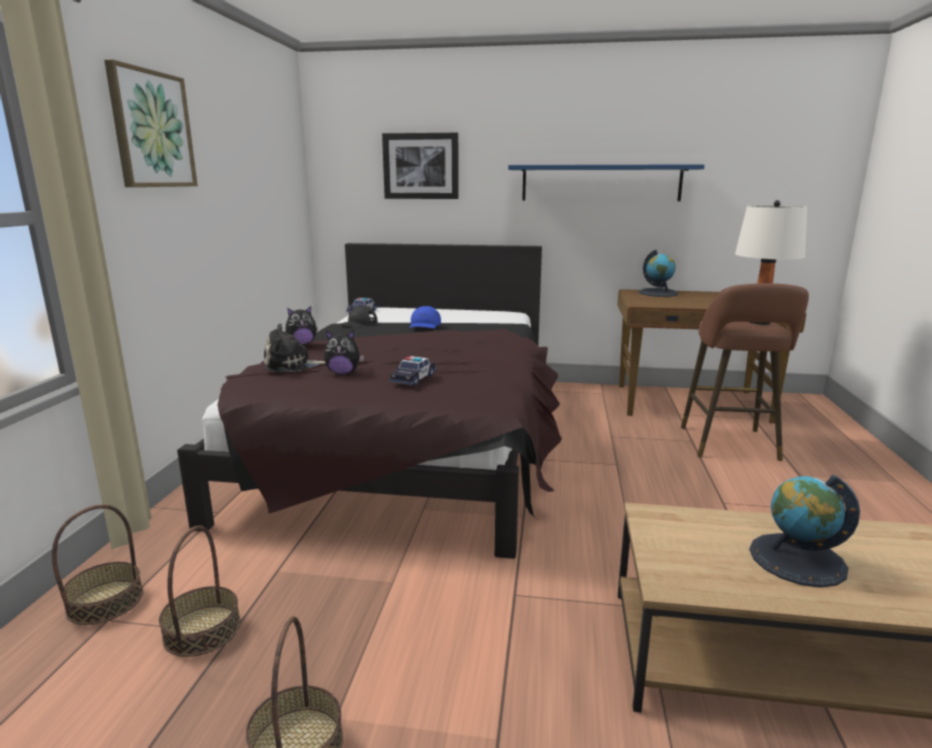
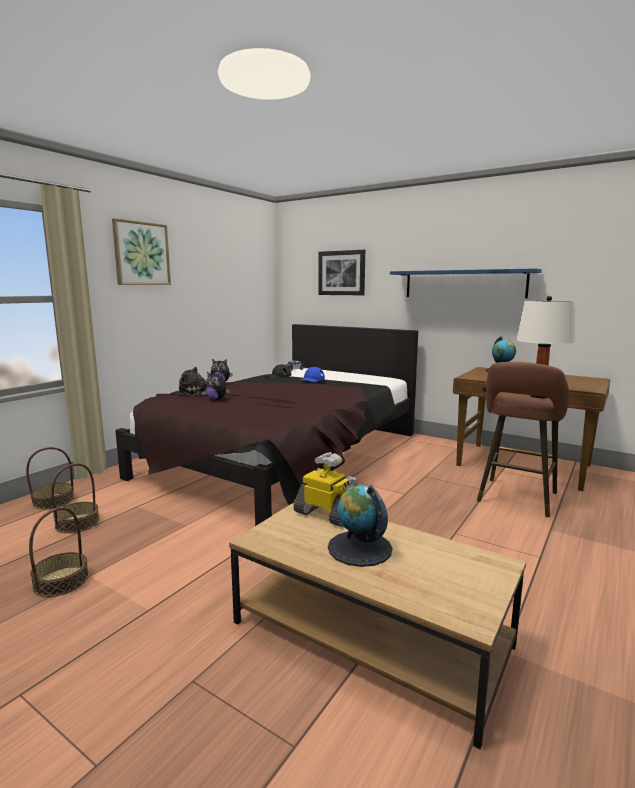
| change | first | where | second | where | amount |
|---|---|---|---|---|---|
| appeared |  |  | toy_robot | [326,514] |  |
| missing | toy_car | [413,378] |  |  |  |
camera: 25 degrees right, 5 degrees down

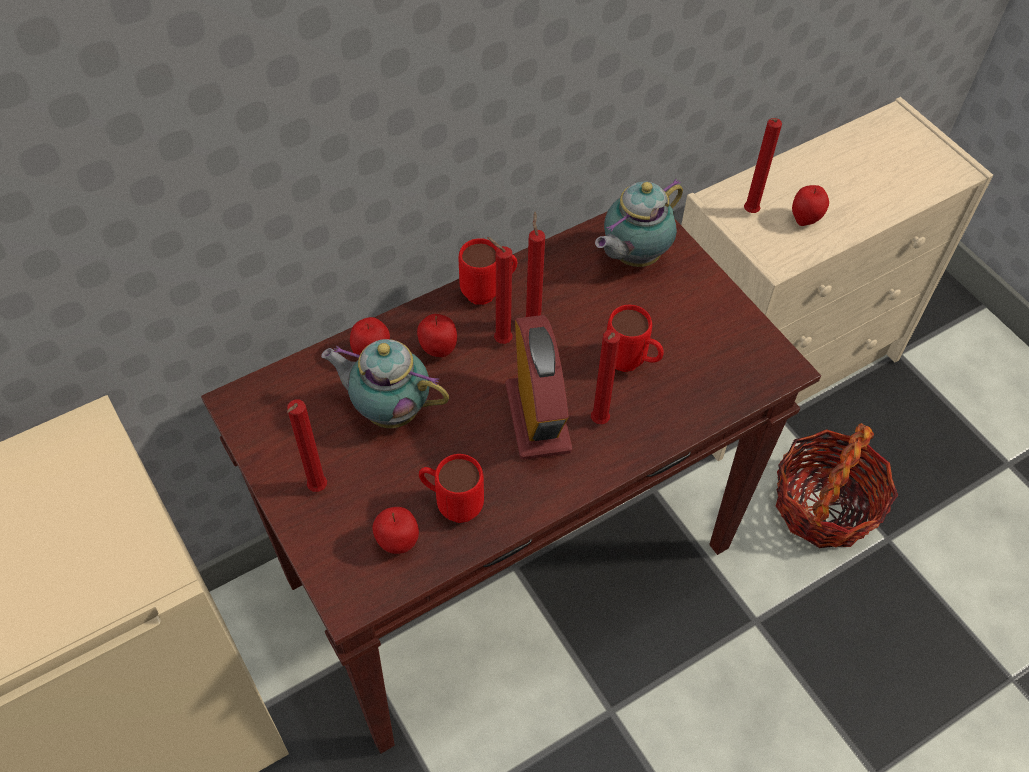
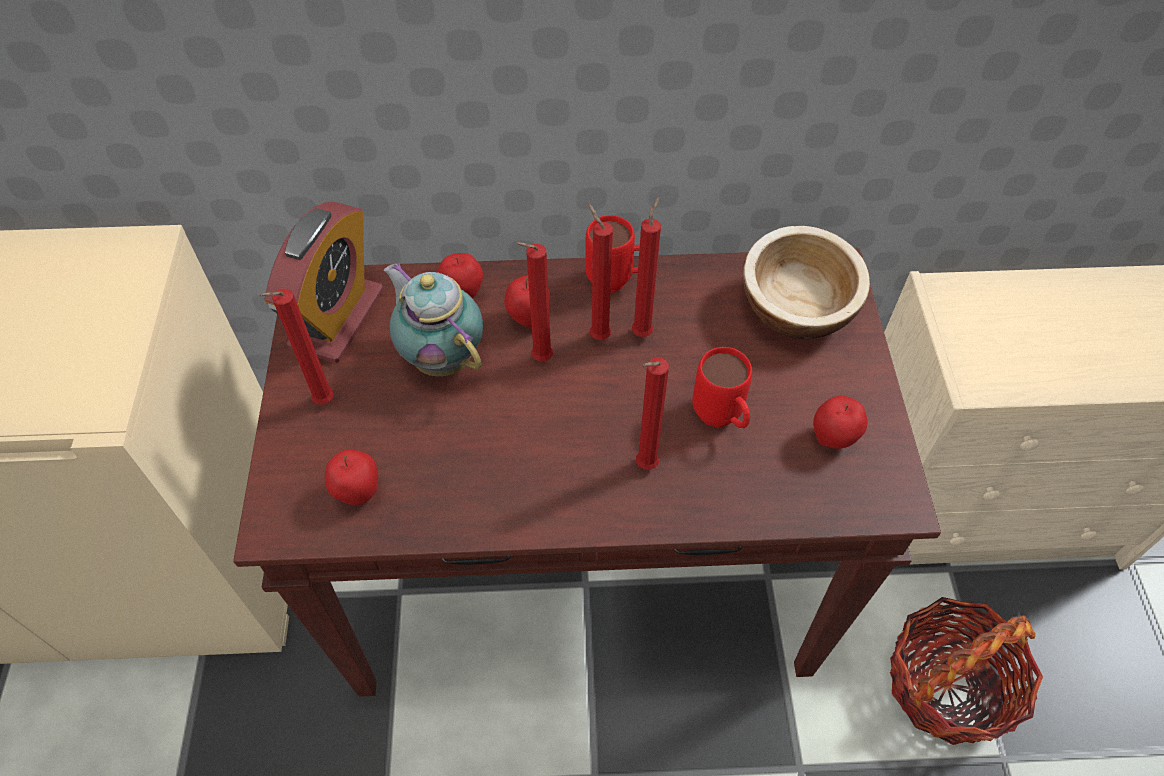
| change | first | where | second | where | amount |
|---|---|---|---|---|---|
| relocated | alarm_clock | [538,418] |  | [337,319] |  |
| relocated | red_candle | [749,213] |  | [538,359] |  |
| exchanged | teapot | [632,257] | bowl | [796,308] |  |
| relocated | apple | [805,220] |  | [833,439] |  |
| missing | red_mug | [451,505] |  |  |  |
camera: 30 degrees right, 0 degrees up

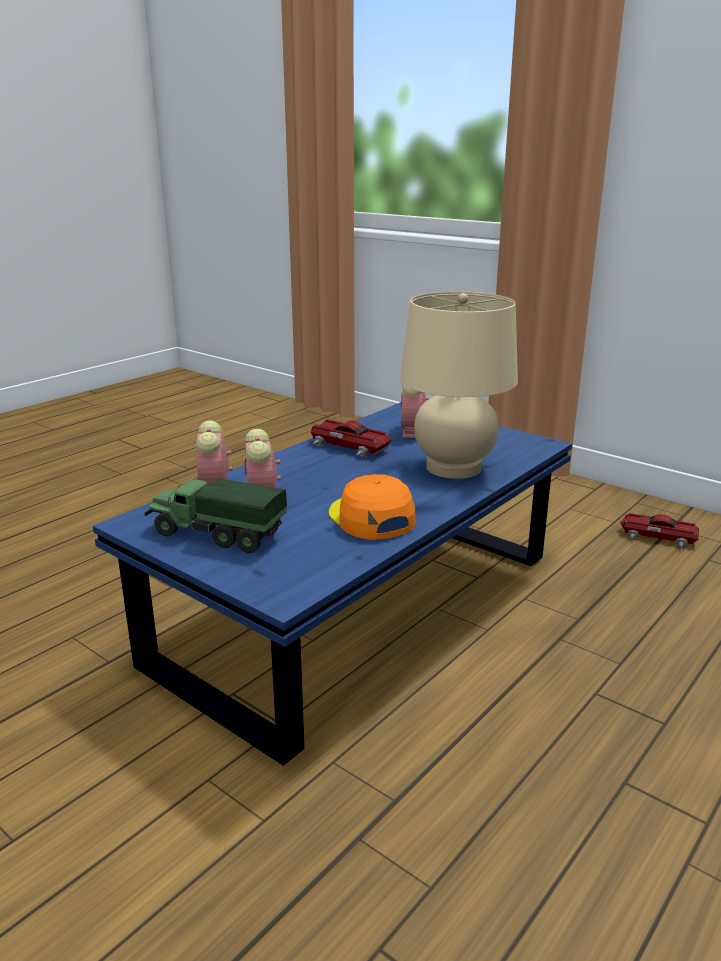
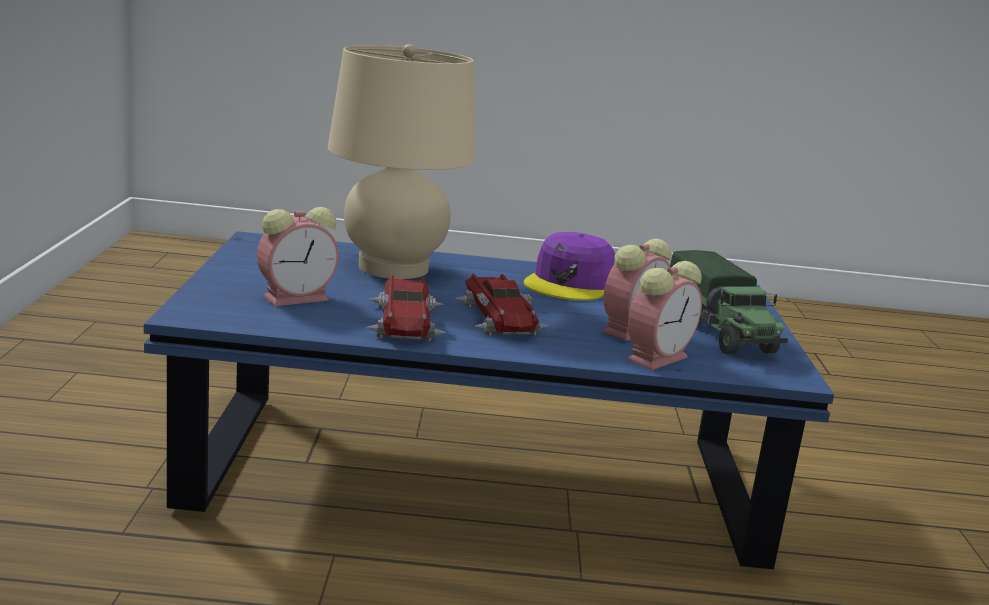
| change | first | where | second | where | amount |
|---|---|---|---|---|---|
| relocated | toy_car | [657,536] |  | [500,318] |  |
| colour | orange_cap | [371,518] | purple_cap | [570,283] |  |
camera: 130 degrees left, 5 degrees down

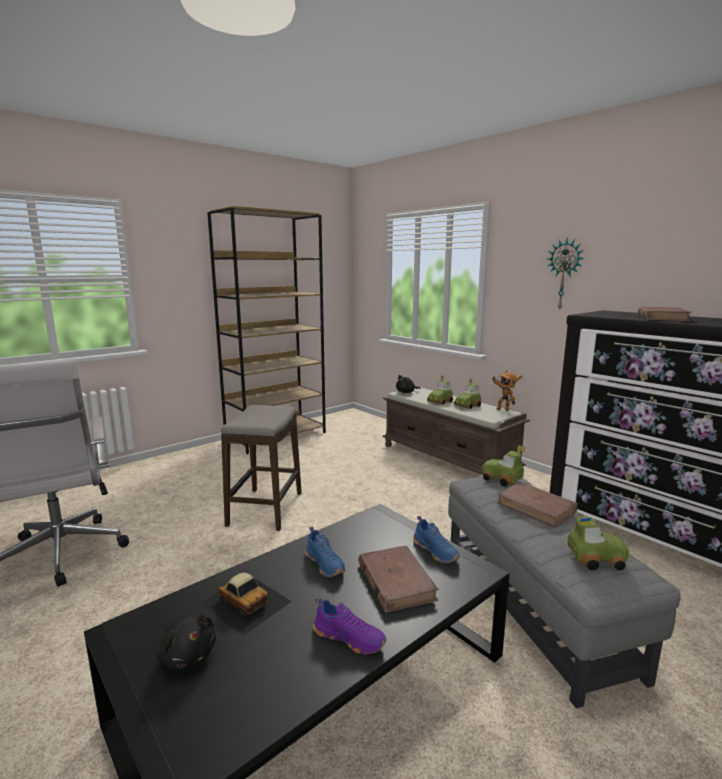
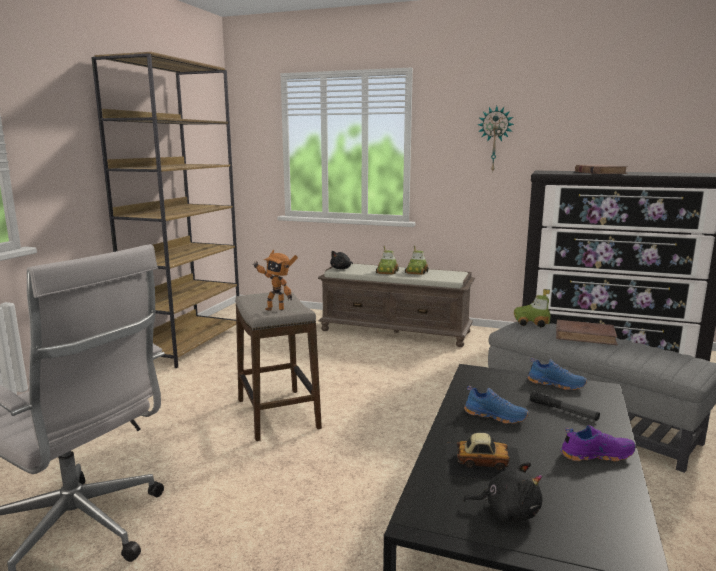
| change | first | where | second | where | amount |
|---|---|---|---|---|---|
| relocated | toy_robot | [503,409] |  | [275,309] |  |
| exchanged | brown_book | [396,581] | flashlight | [563,411] |  |
| missing | toy_car | [595,558] |  |  |  |
camera: 30 degrees left, 0 degrees up

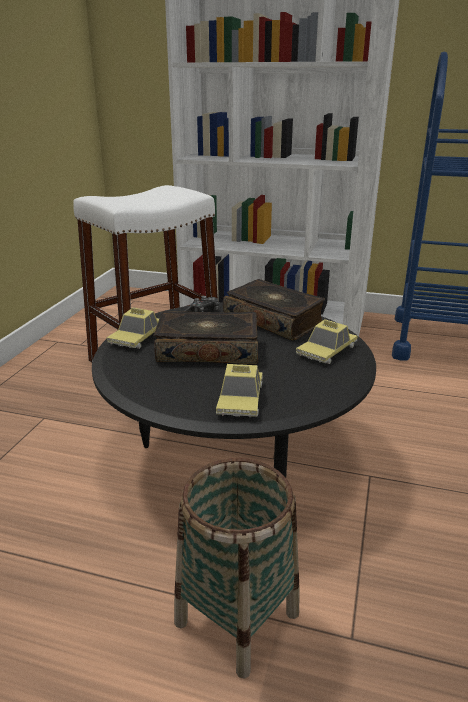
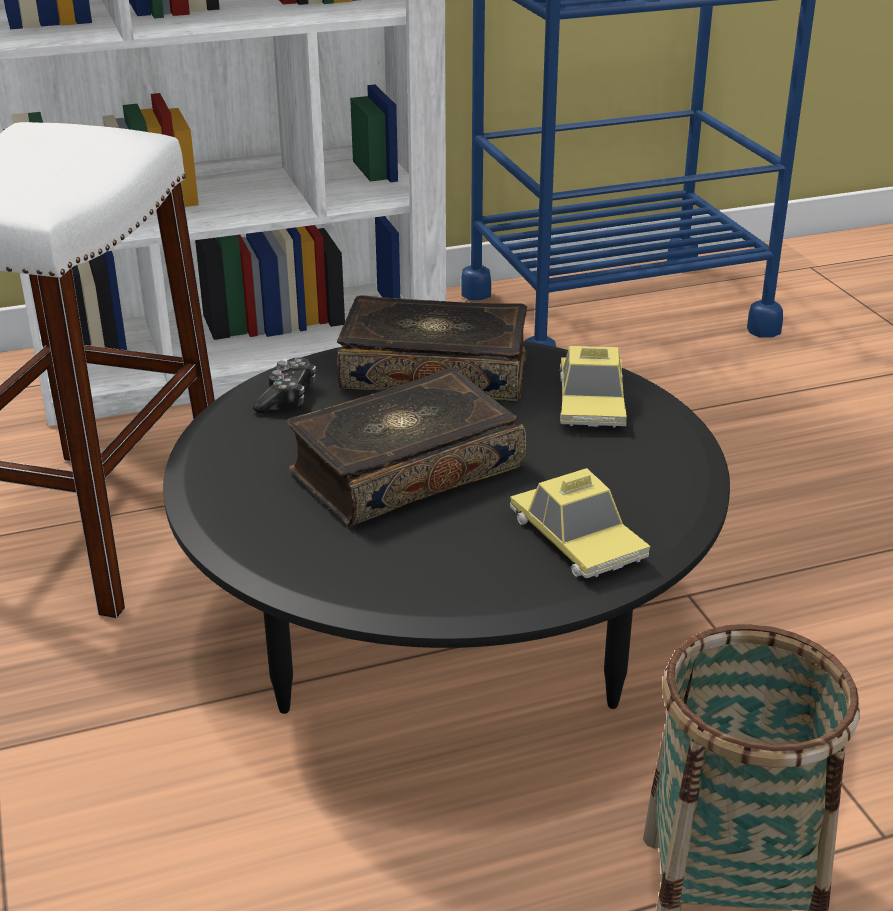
| change | first | where | second | where | amount |
|---|---|---|---|---|---|
| missing | toy_car | [137,336] |  |  |  |
camera: 35 degrees left, 5 degrees up

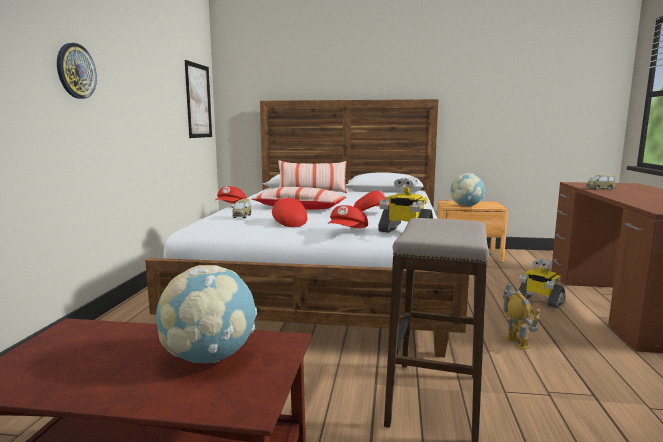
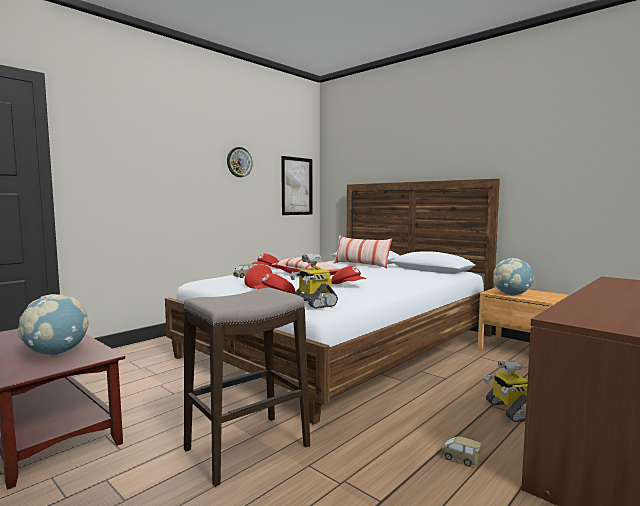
| change | first | where | second | where | amount |
|---|---|---|---|---|---|
| relocated | wall_clock | [76,71] |  | [239,162] |  |
| relocated | toy_car | [599,189] |  | [460,459] |  |
| missing | toy_robot | [517,343] |  |  |  |
camera: 35 degrees right, 5 degrees down

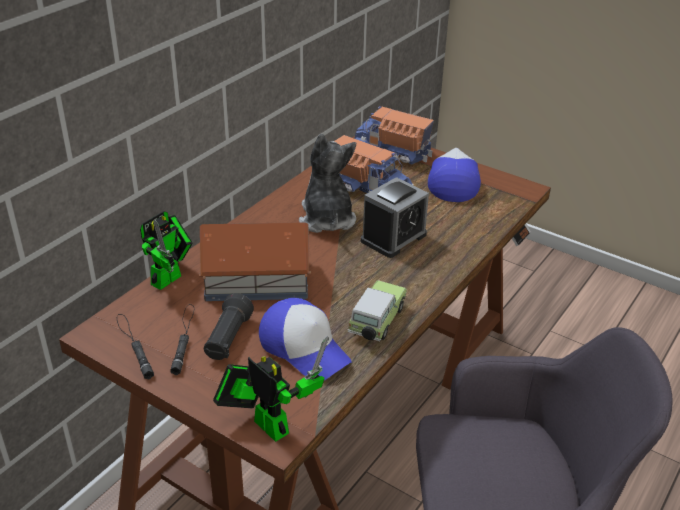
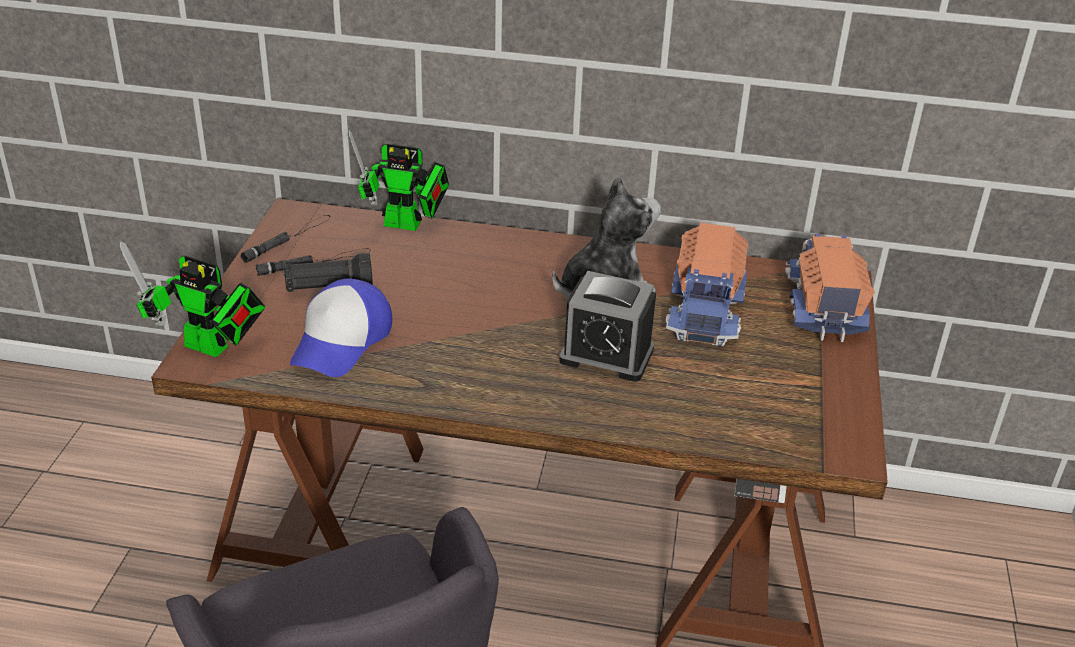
| change | first | where | second | where | amount |
|---|---|---|---|---|---|
| spun | toy_robot | [267,423] |  | [212,348] | 90 degrees clockwise |
| missing | toy_house | [255,279] |  |  |  |
| missing | toy_car | [376,323] |  |  |  |
| missing | cap | [452,182] |  |  |  |
camera: 65 degrees right, 0 degrees up

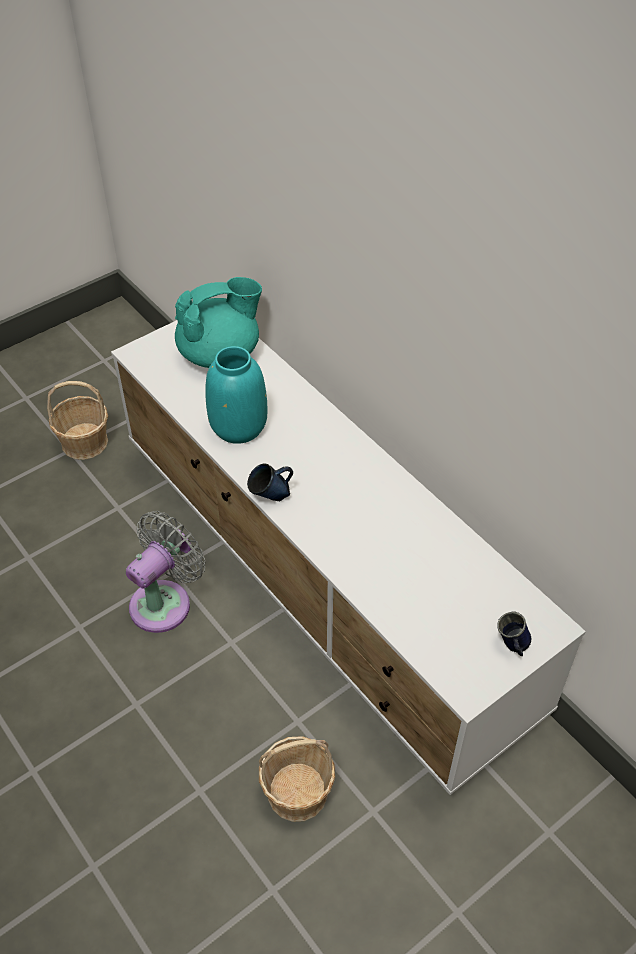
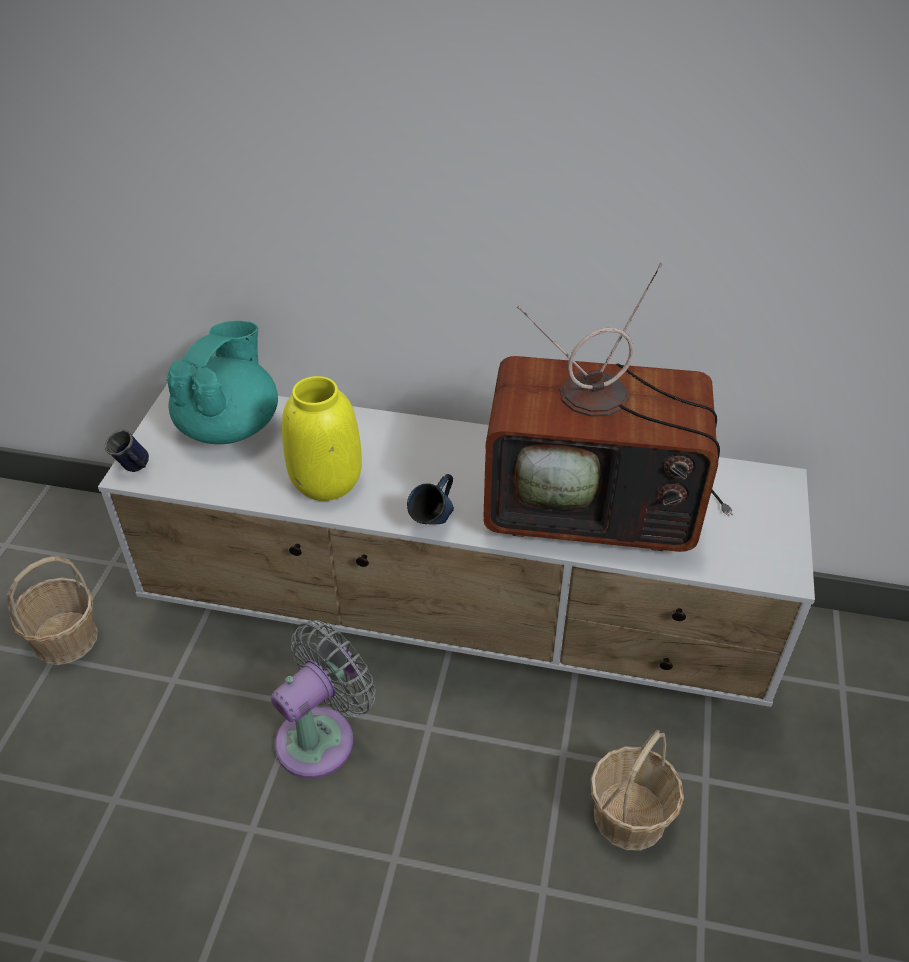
| change | first | where | second | where | amount |
|---|---|---|---|---|---|
| relocated | blue_mug | [512,647] |  | [134,469] |  |
| spun | grey_fan | [165,601] |  | [322,736] | 45 degrees clockwise |
| colour | turquoise_vase | [239,427] | yellow_vase | [327,480] |  |
| appeared |  |  | television | [597,505] |  |
camera: 40 degrees left, 5 degrees down

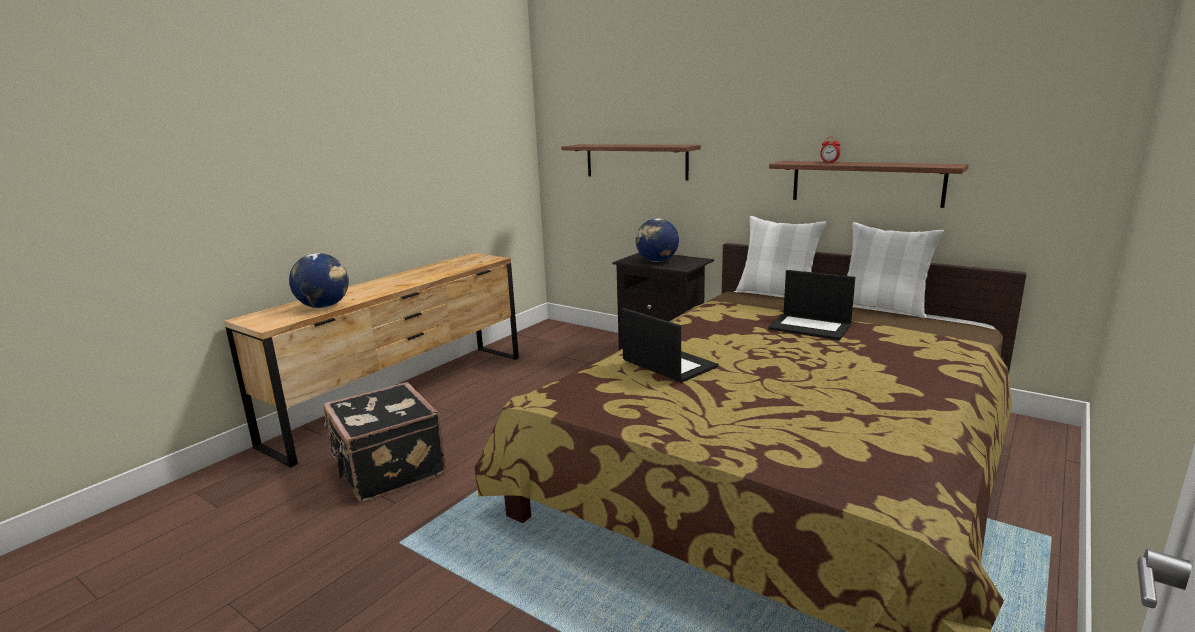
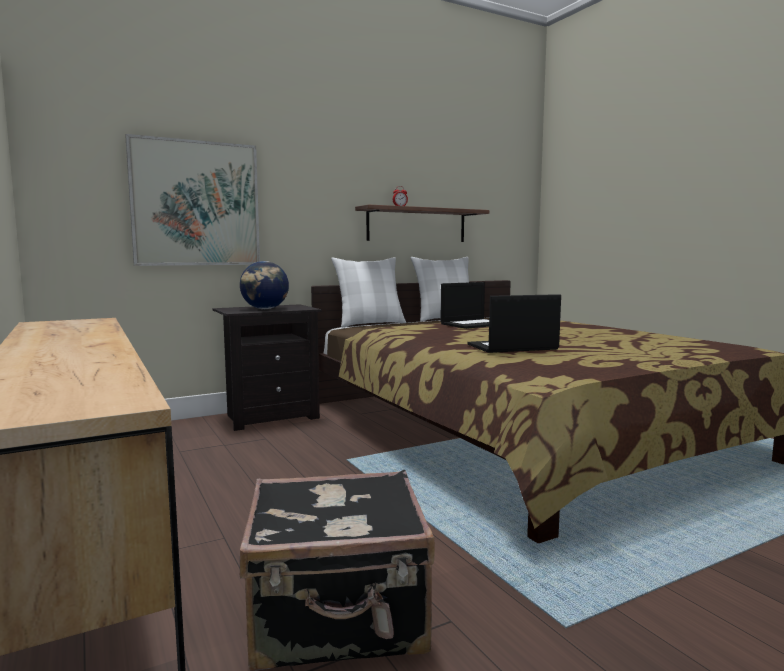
| change | first | where | second | where | amount |
|---|---|---|---|---|---|
| exchanged | shelf | [635,161] | picture | [196,204] |  |
| missing | globe | [324,306] |  |  |  |
camera: 65 degrees left, 10 degrees down

